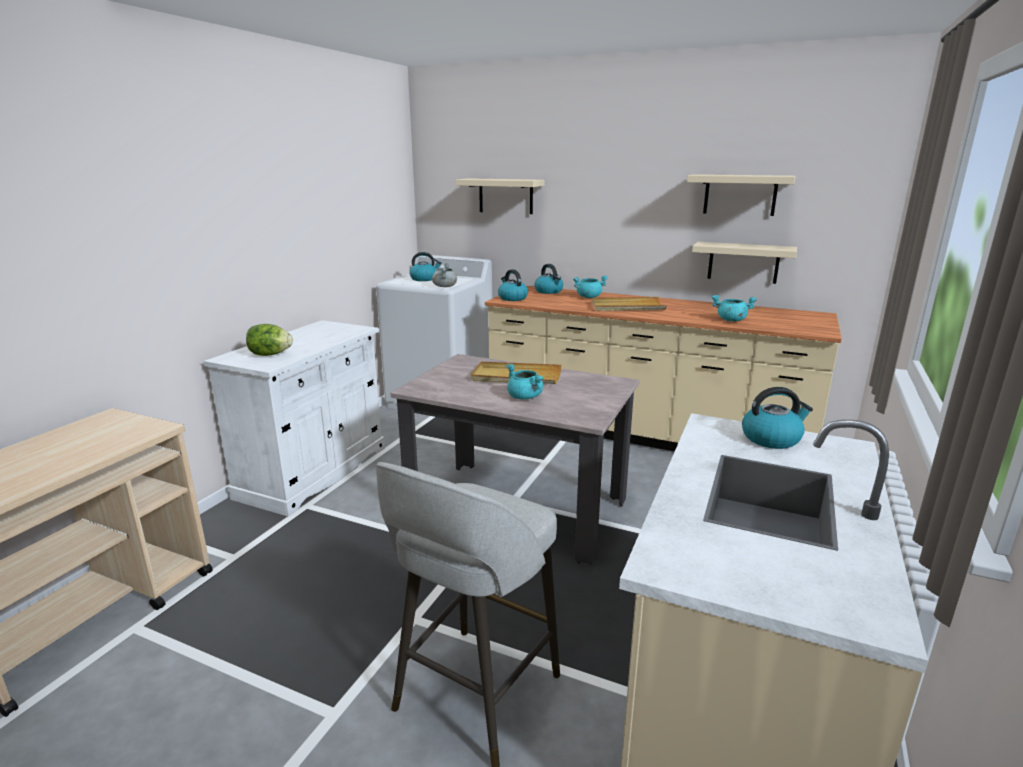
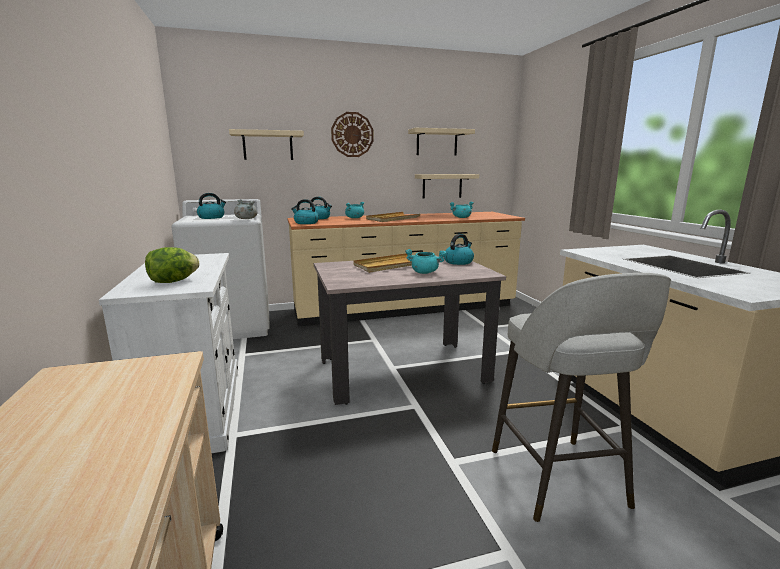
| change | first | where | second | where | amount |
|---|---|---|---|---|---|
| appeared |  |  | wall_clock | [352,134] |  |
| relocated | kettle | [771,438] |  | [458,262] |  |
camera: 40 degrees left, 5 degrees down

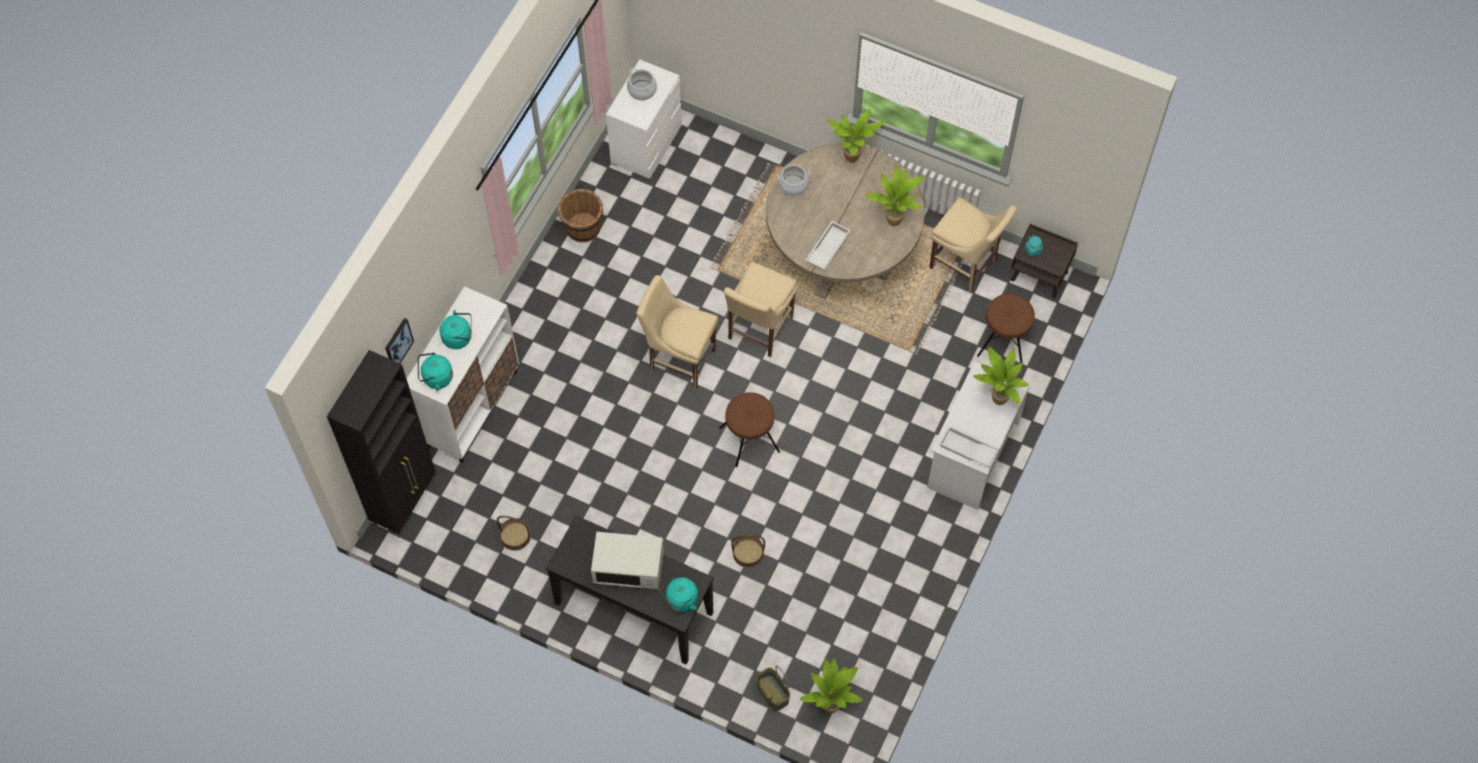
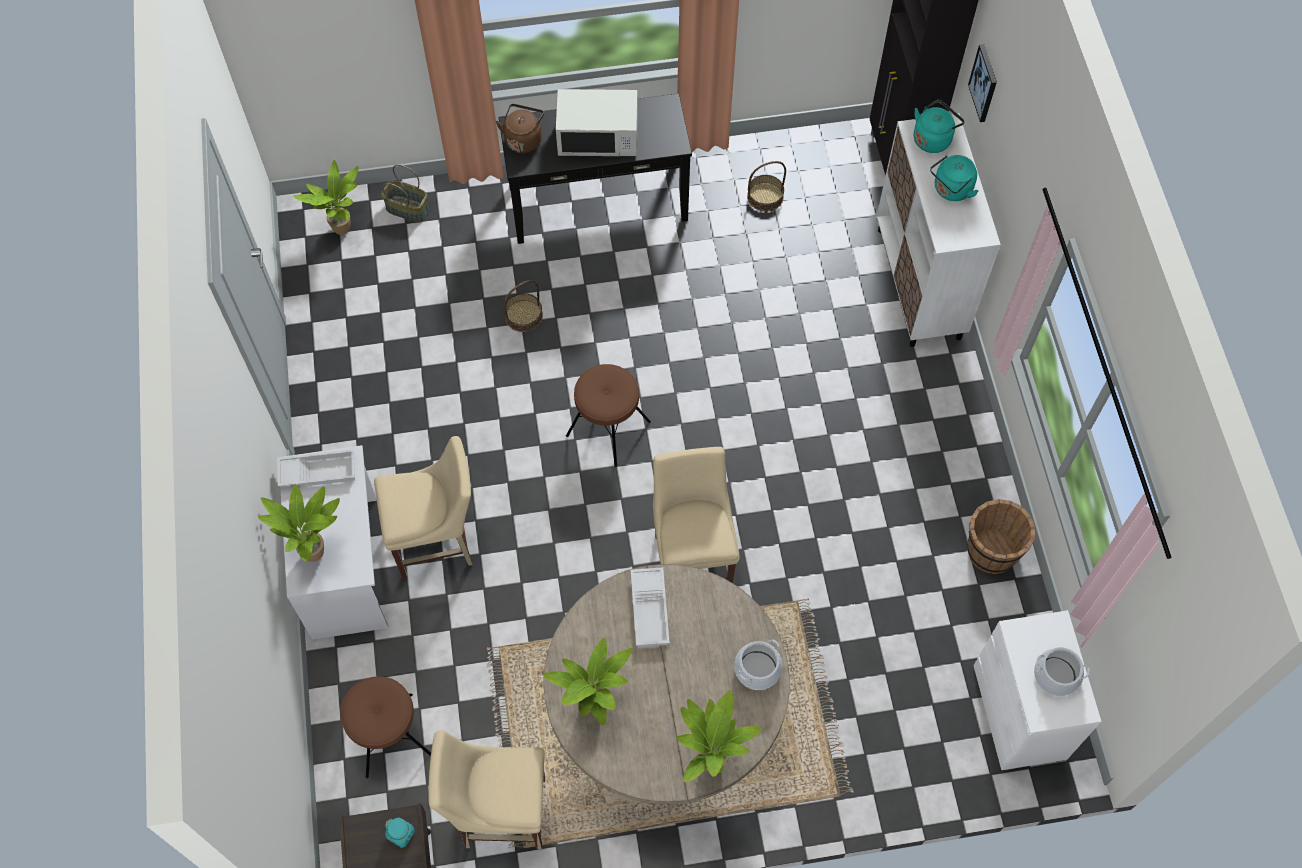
| change | first | where | second | where | amount |
|---|---|---|---|---|---|
| relocated | beige_chair | [679,359] |  | [438,541] |  |
| colour | turquoise_kettle | [680,601] | brown_kettle | [523,139] |  |
| spun | white_microwave | [629,568] |  | [598,138] | 150 degrees counterclockwise |
camera: 145 degrees right, 0 degrees up

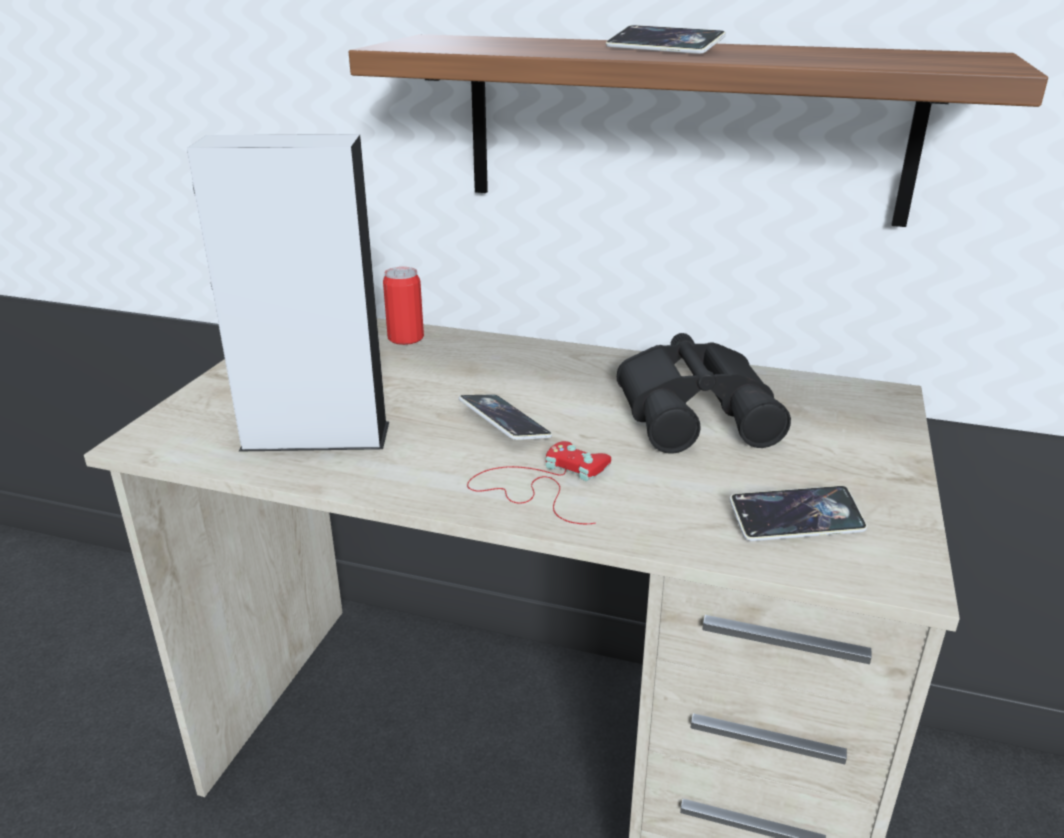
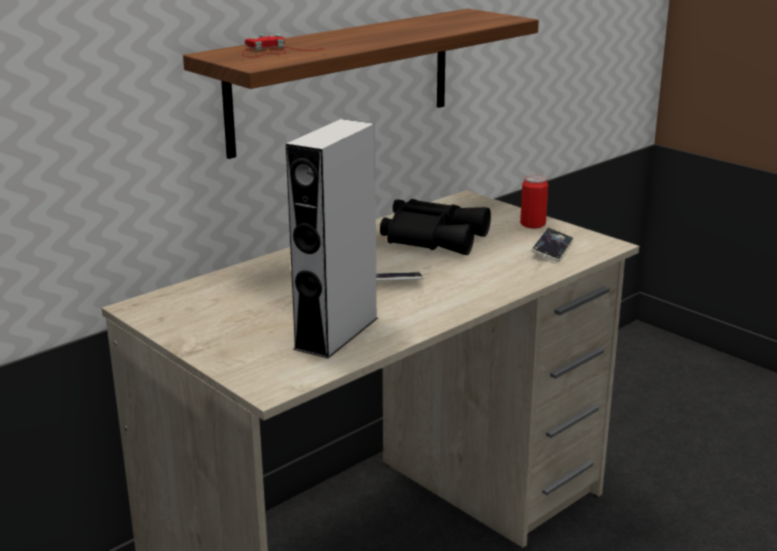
| change | first | where | second | where | amount |
|---|---|---|---|---|---|
| relocated | red_game_controller | [542,485] |  | [271,53] |  |
| relocated | can | [405,338] |  | [532,224] |  |
| missing | phone | [664,48] |  |  |  |
camera: 60 degrees left, 5 degrees down

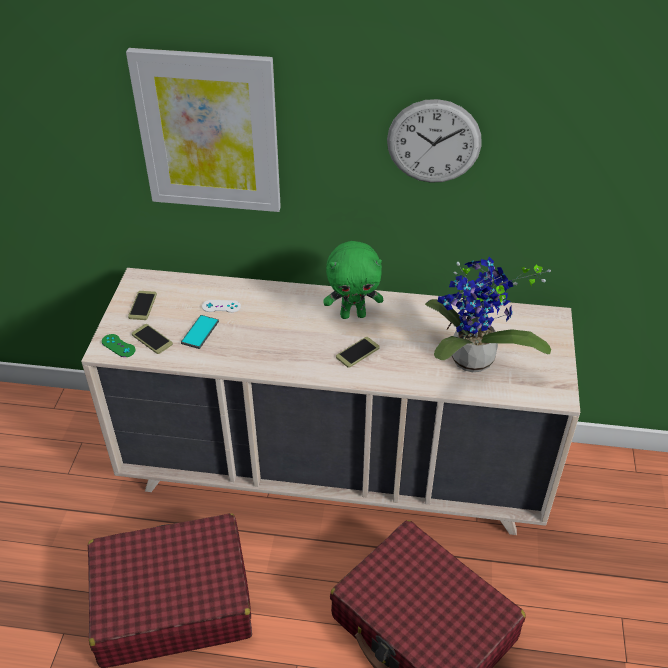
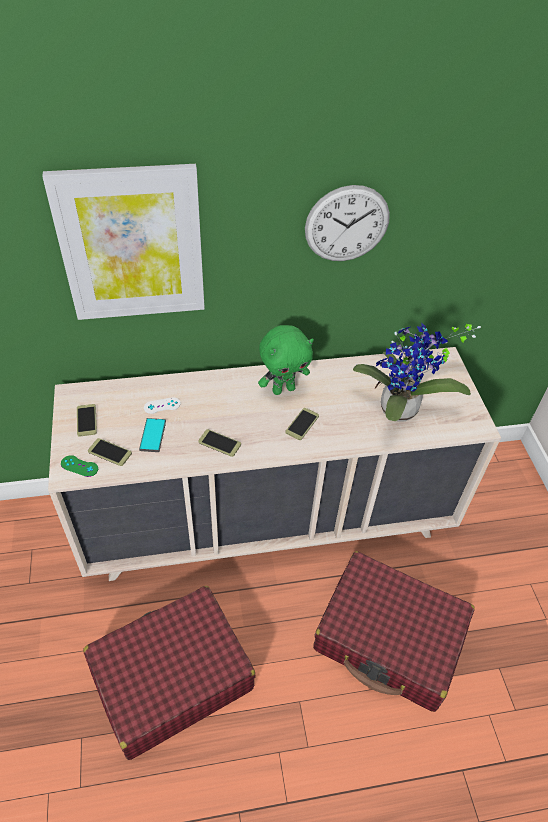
| change | first | where | second | where | amount |
|---|---|---|---|---|---|
| appeared |  |  | phone | [219,443] |  |
camera: 20 degrees left, 5 degrees up

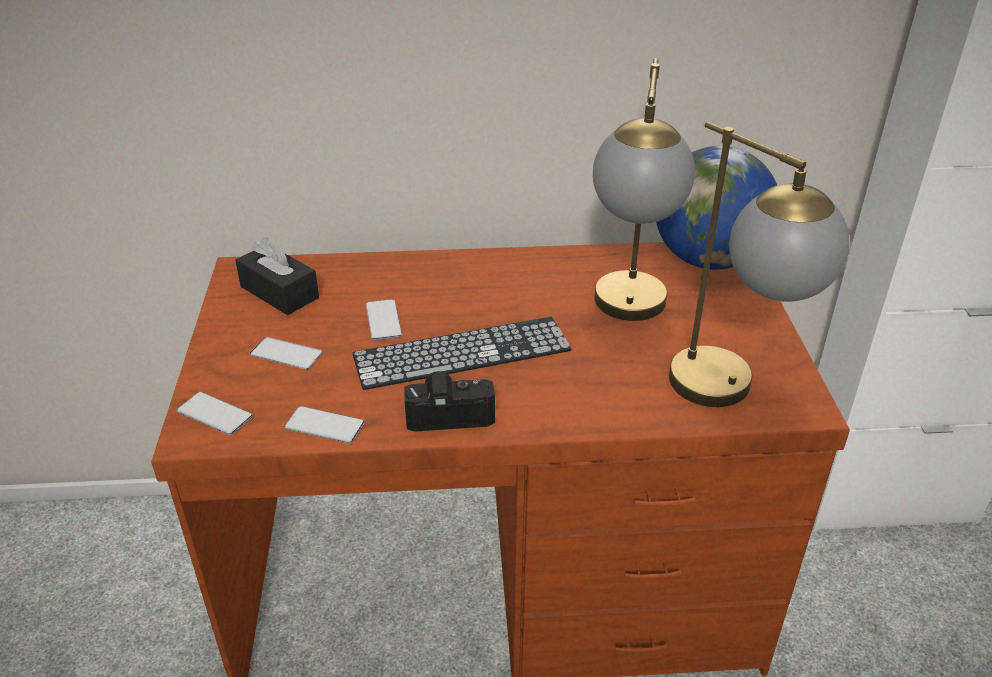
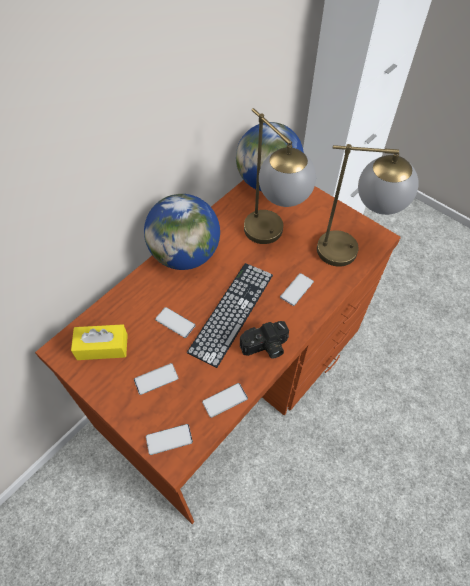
| change | first | where | second | where | amount |
|---|---|---|---|---|---|
| colour | black_tissue_box | [279,292] | yellow_tissue_box | [102,347] |  |
| appeared |  |  | globe | [185,254] |  |
| spun | photo_camera | [450,412] |  | [265,347] | 150 degrees counterclockwise |
| appeared |  |  | phone | [296,289] |  |
camera: 45 degrees left, 20 degrees up

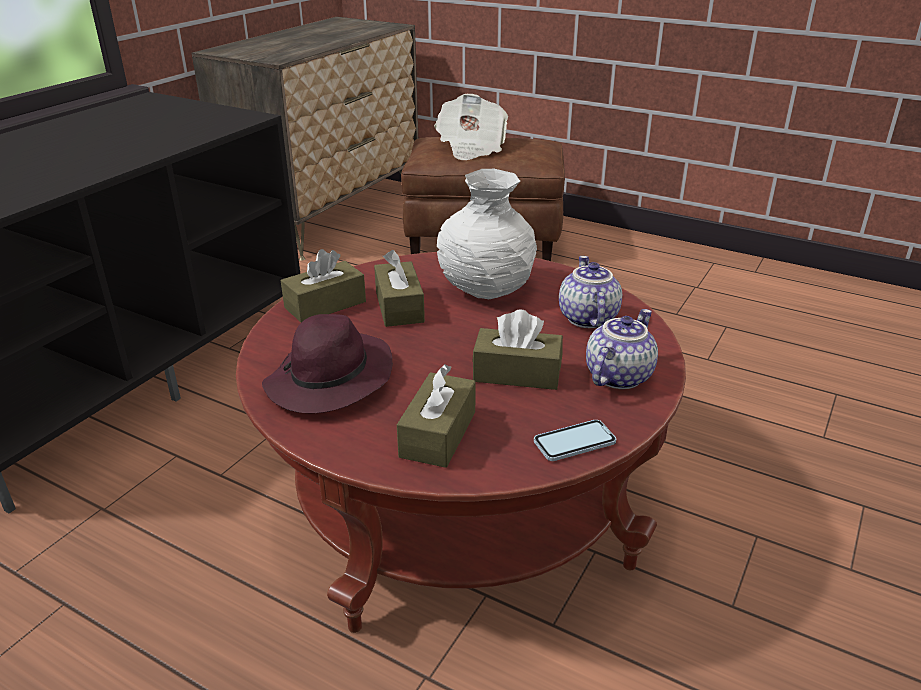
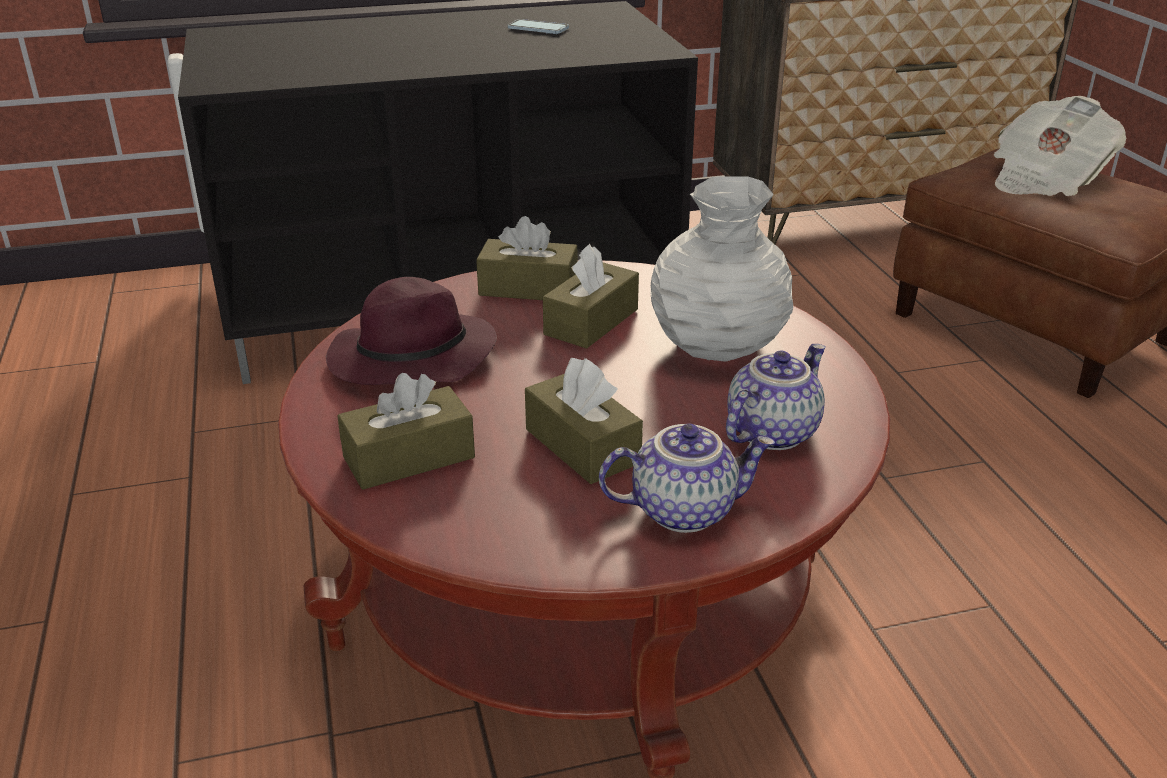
| change | first | where | second | where | amount |
|---|---|---|---|---|---|
| relocated | phone | [574,442] |  | [538,29] |  |
camera: 45 degrees right, 0 degrees up

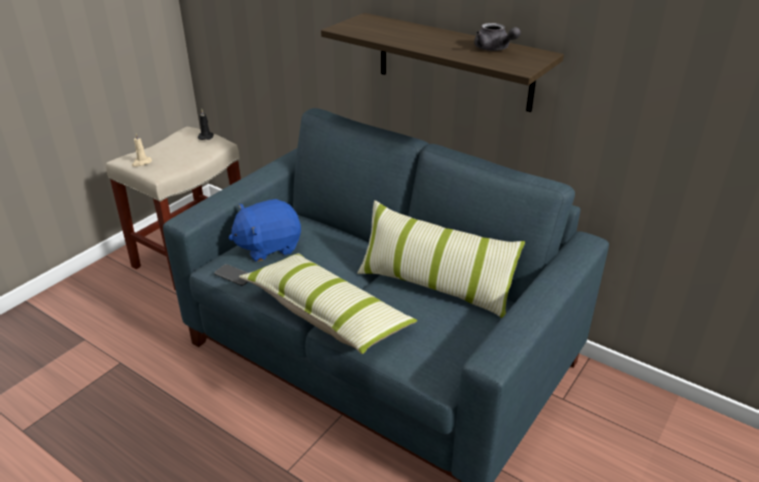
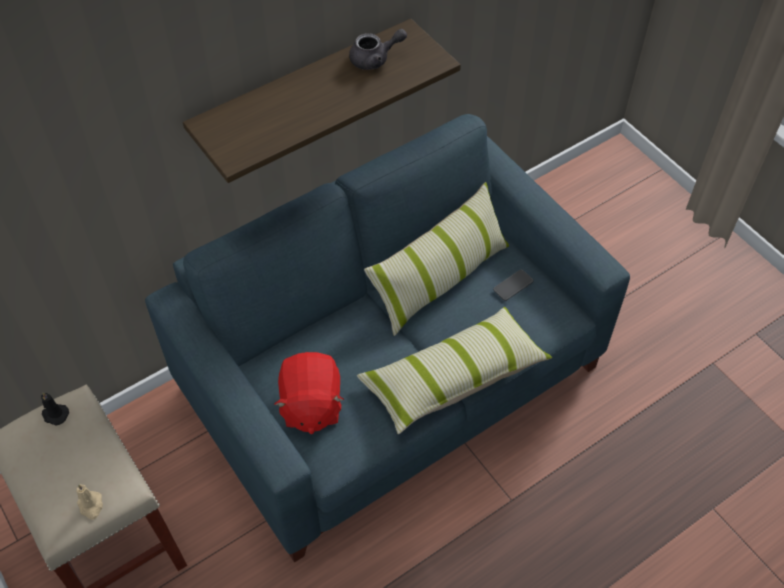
| change | first | where | second | where | amount |
|---|---|---|---|---|---|
| colour | blue_plush_toy | [268,247] | red_plush_toy | [310,405] |  |
| relocated | phone | [234,275] |  | [513,285] |  |
camera: 70 degrees left, 20 degrees up

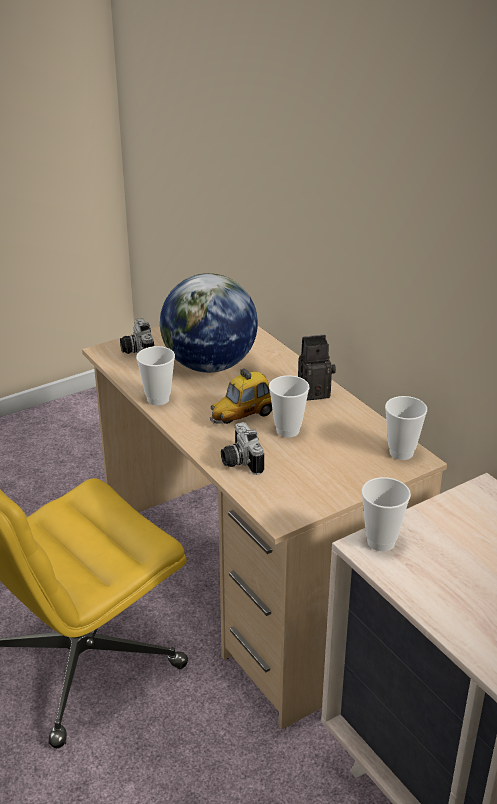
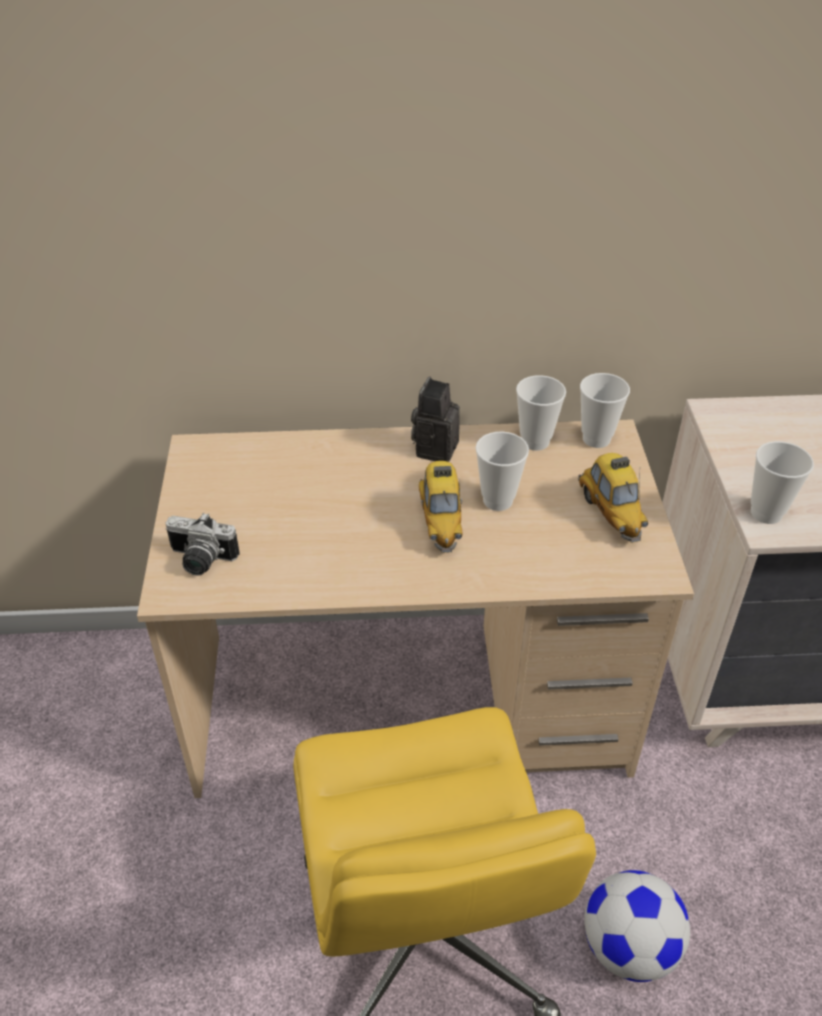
| change | first | where | second | where | amount |
|---|---|---|---|---|---|
| relocated | cup | [158,399] |  | [535,441] |  |
| appeared |  |  | toy_car | [611,513] |  |
| appeared |  |  | football | [628,946] |  |
| missing | globe | [209,365] |  |  |  |
| missing | photo_camera | [239,461] |  |  |  |
camera: 60 degrees left, 10 degrees up

